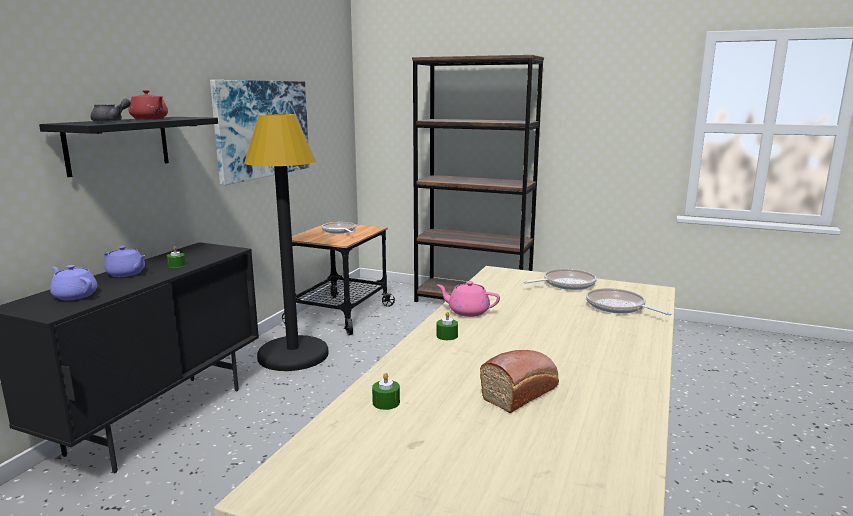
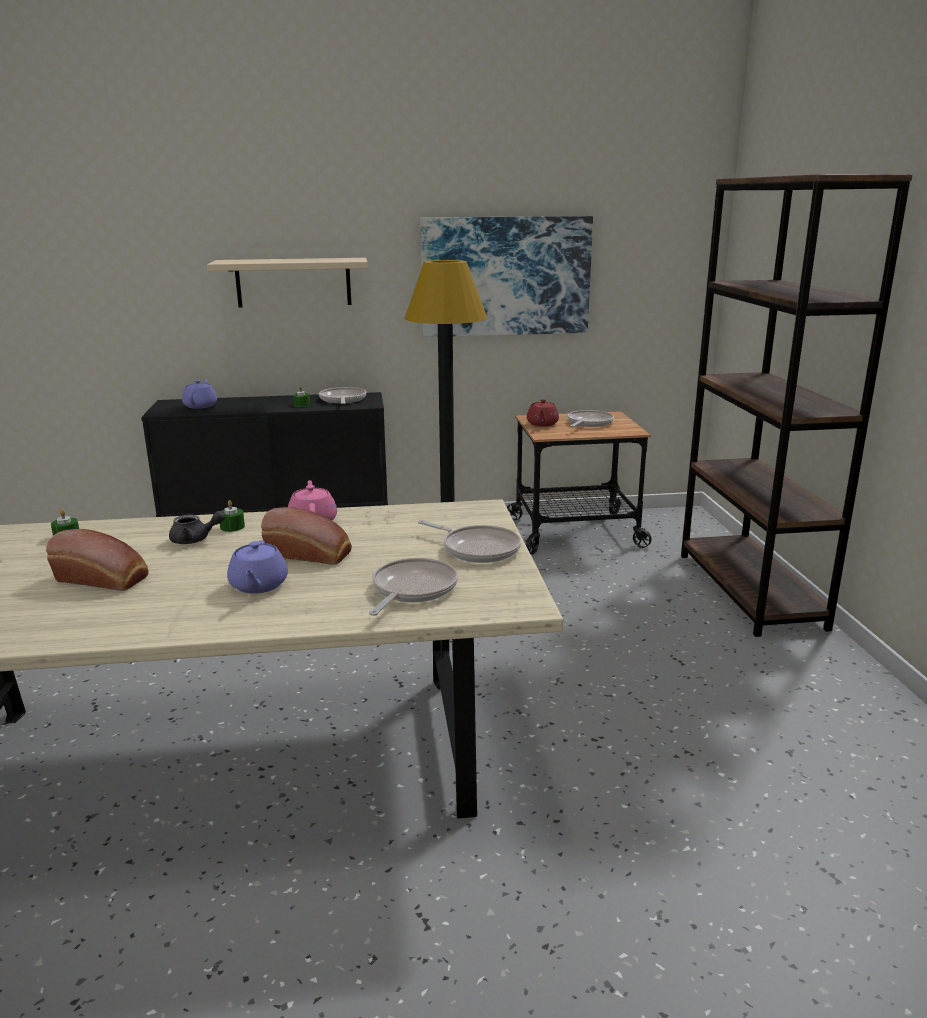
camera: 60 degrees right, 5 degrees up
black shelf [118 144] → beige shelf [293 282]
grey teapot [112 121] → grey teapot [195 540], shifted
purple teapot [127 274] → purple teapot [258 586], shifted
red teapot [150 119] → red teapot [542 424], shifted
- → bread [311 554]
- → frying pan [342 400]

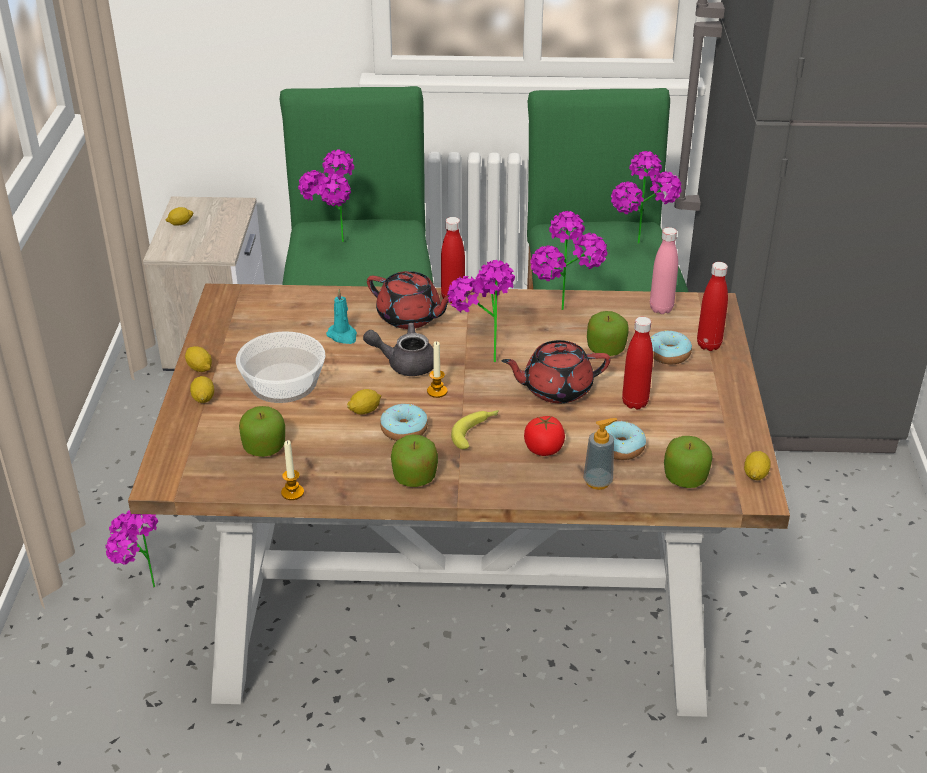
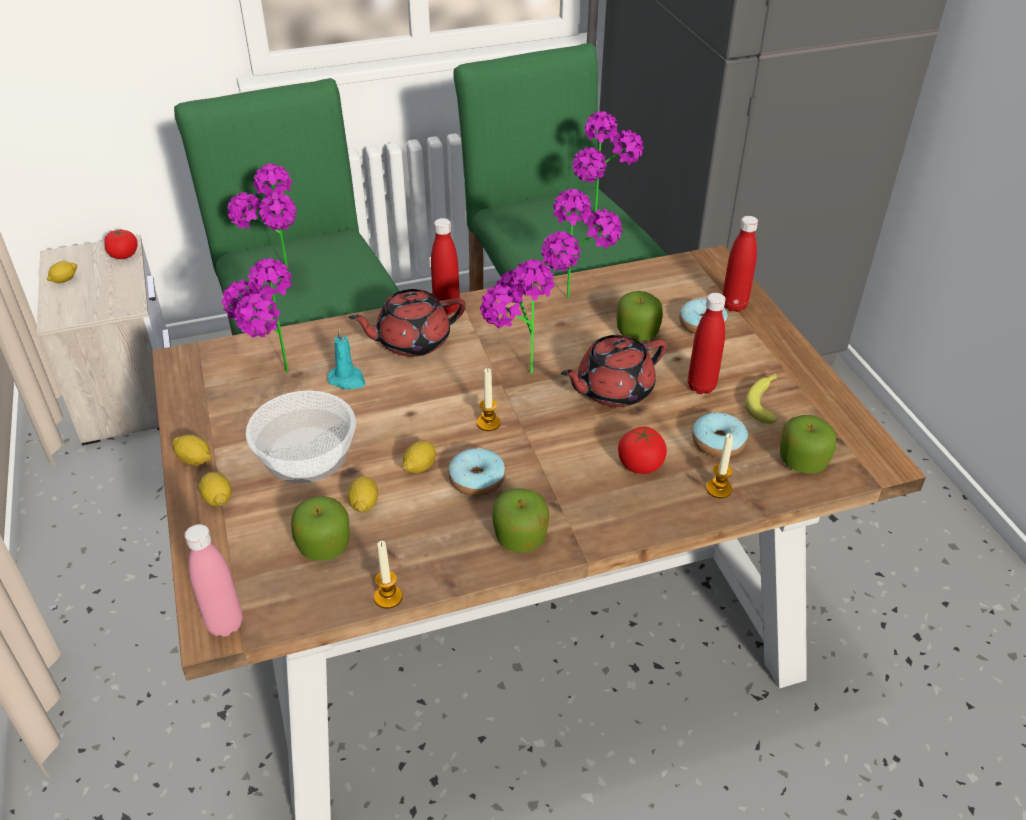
camera: 20 degrees left, 5 degrees up
potted plant [140 589] → potted plant [272 378], shifted
grey teapot [405 363] → -
red teapot [410 317] → red teapot [412 341], 150 degrees clockwise
banana [476 432] → banana [766 401], shifted
soap dispenser [598 481] → candle [718 489]
pink bottle [661 308] → pink bottle [225 624], shifted
lemon [755 475] → lemon [364 504], shifted
- → tomato [124 255]

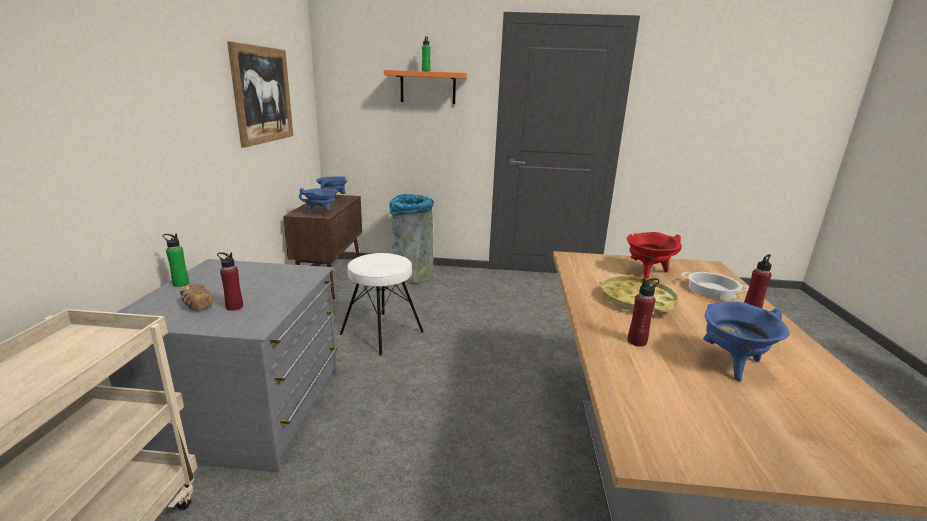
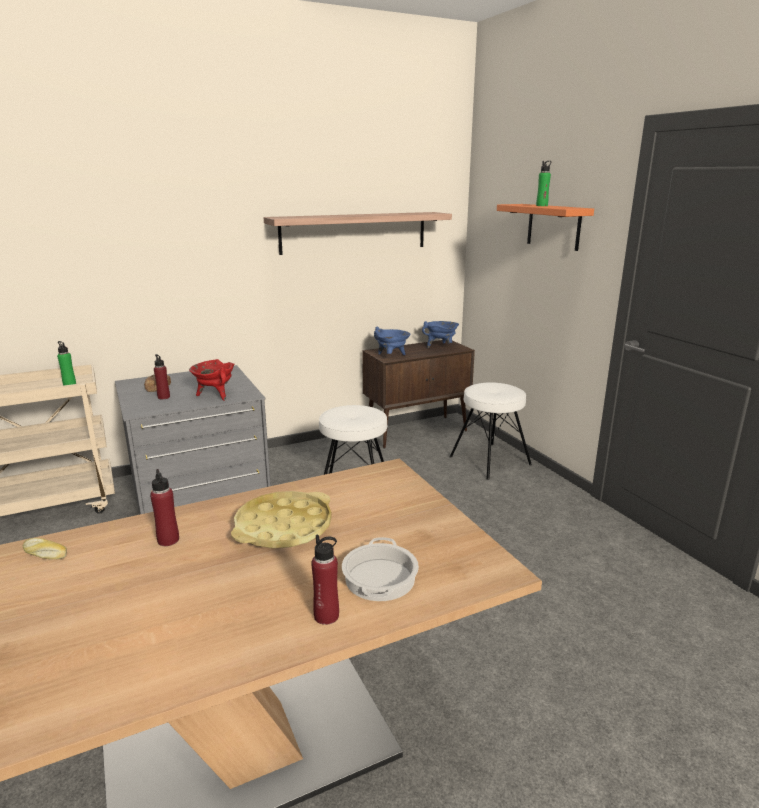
camera: 60 degrees right, 0 degrees up
green bottle [181 284] → green bottle [69 384], shifted
picture [263 95] → shelf [354 232]
grey trash can [412 275] → white stool [490 461]
red cooking pot [647 273] → red cooking pot [215 395], shifted
blue cooking pot [732 364] → -
- → bread [44 554]

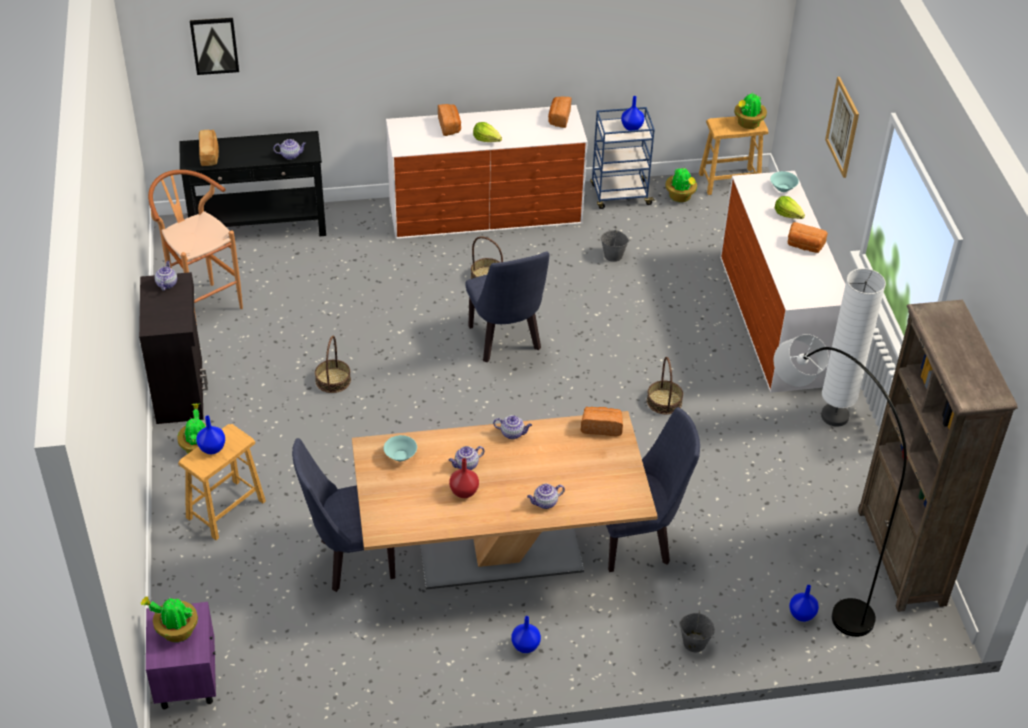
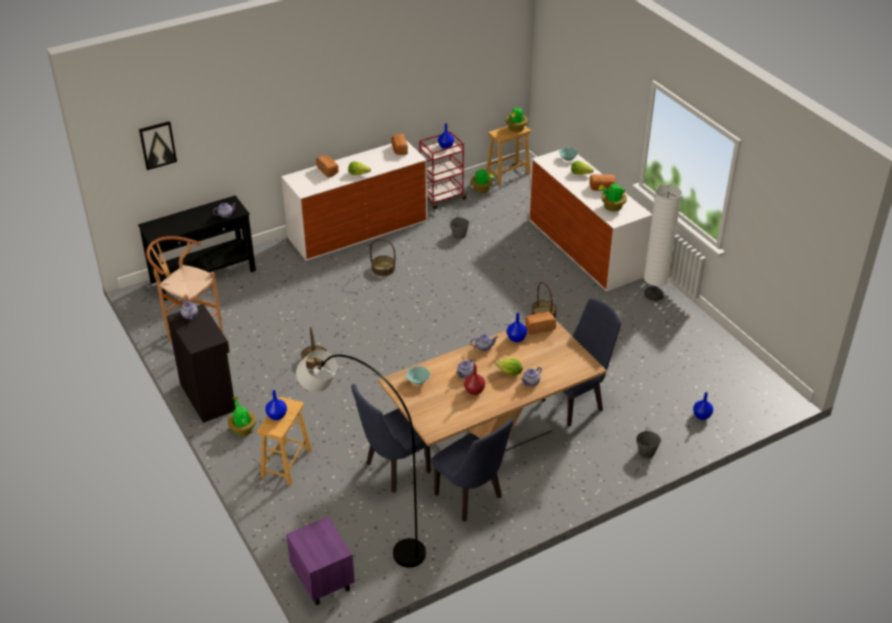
camera: 20 degrees left, 5 degrees down
potted plant [175 630] → potted plant [612 207], shifted
bread [209 155] → -
blue chair [506 342] → blue chair [471 499], shifted
blue vase [525 646] → blue vase [516 338], shifted
blue cart [619 195] → red cart [442 198]
grey floor lamp [805 563] → grey floor lamp [364 523], shifted
picture [842 127] → -
brown bookcase [901 558] → -
- → lettuce [509 373]

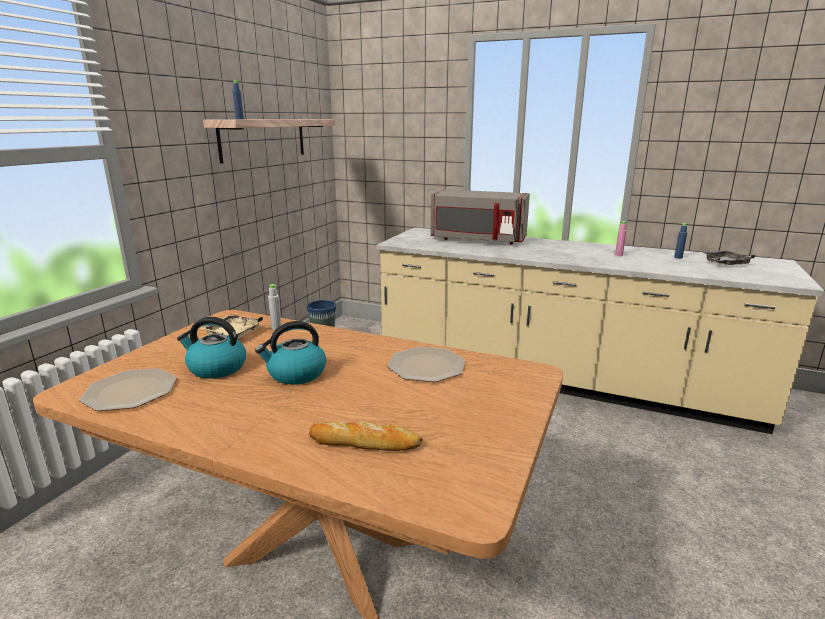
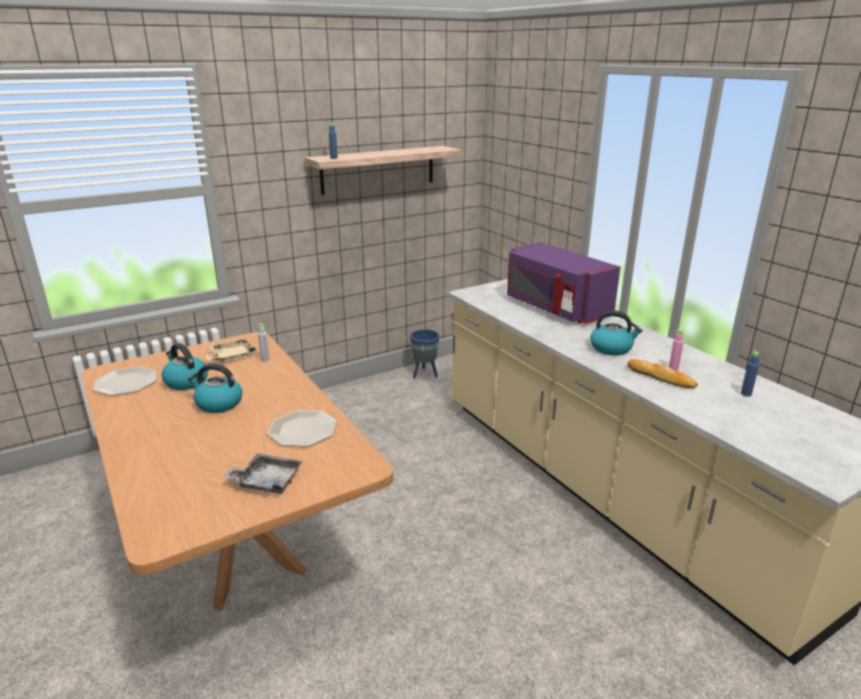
camera: 35 degrees right, 5 degrees up
bread [365 442] → bread [660 377], shifted
grey microwave [477 240] → purple microwave [555 308]
grey tray [724 264] → grey tray [267 481], shifted
- → kettle [611 348]

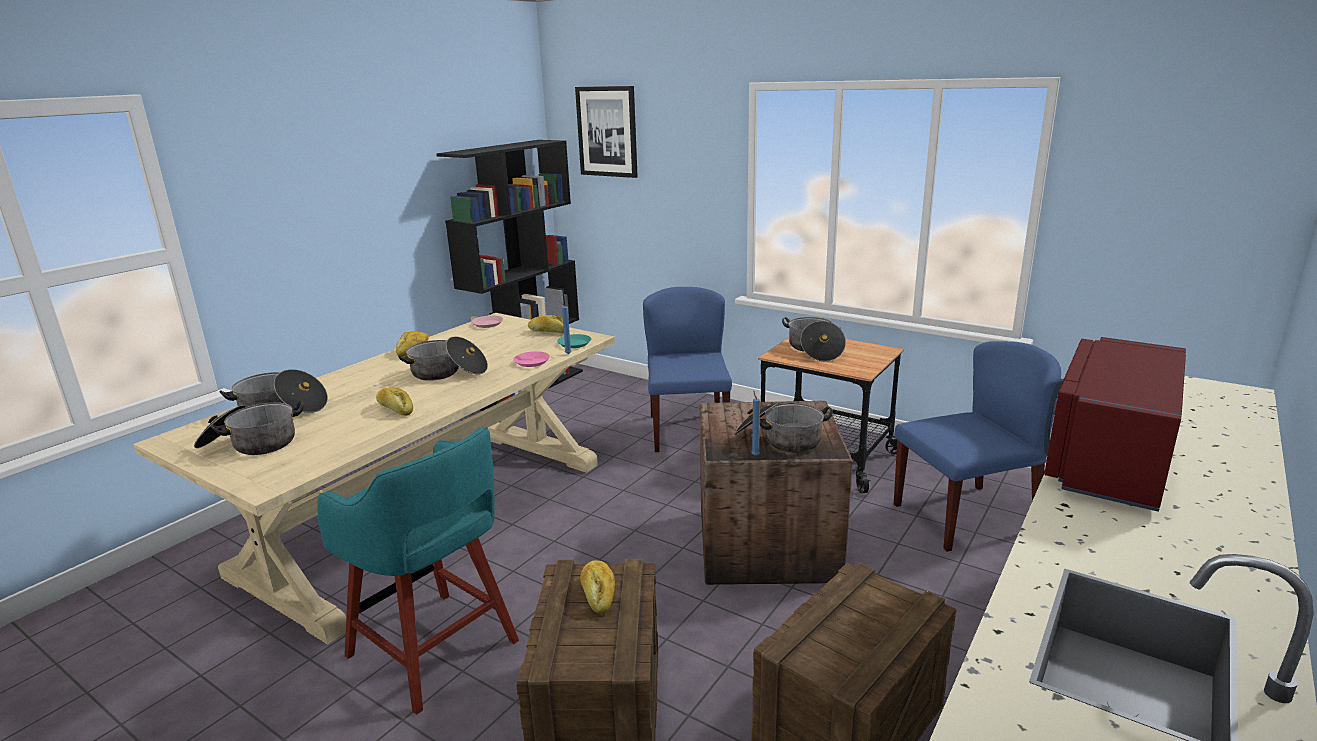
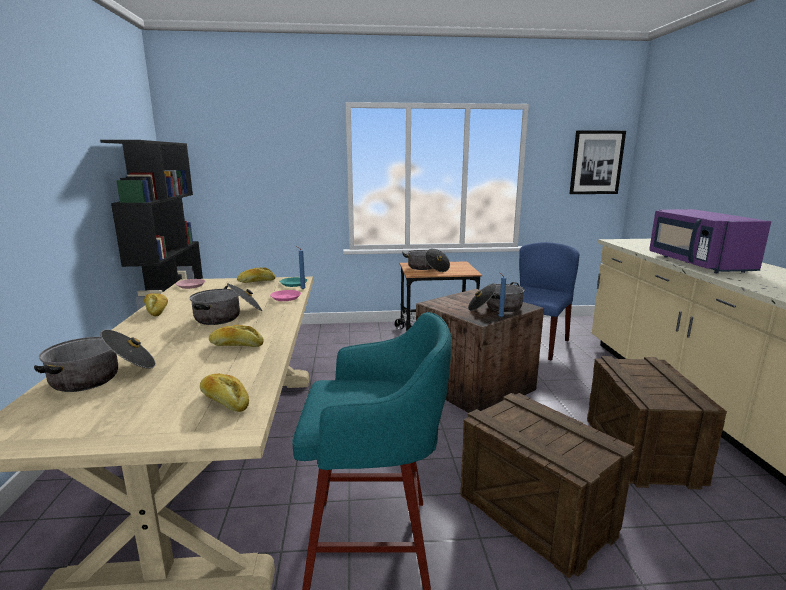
camera: 40 degrees left, 5 degrees down
cooking pot [251 444] → -
picture [607 131] → picture [596 162], shifted
bread [598 593] → bread [225 401], shifted
blue chair [687 431] → -
red microwave [1107 461] → purple microwave [696 263]

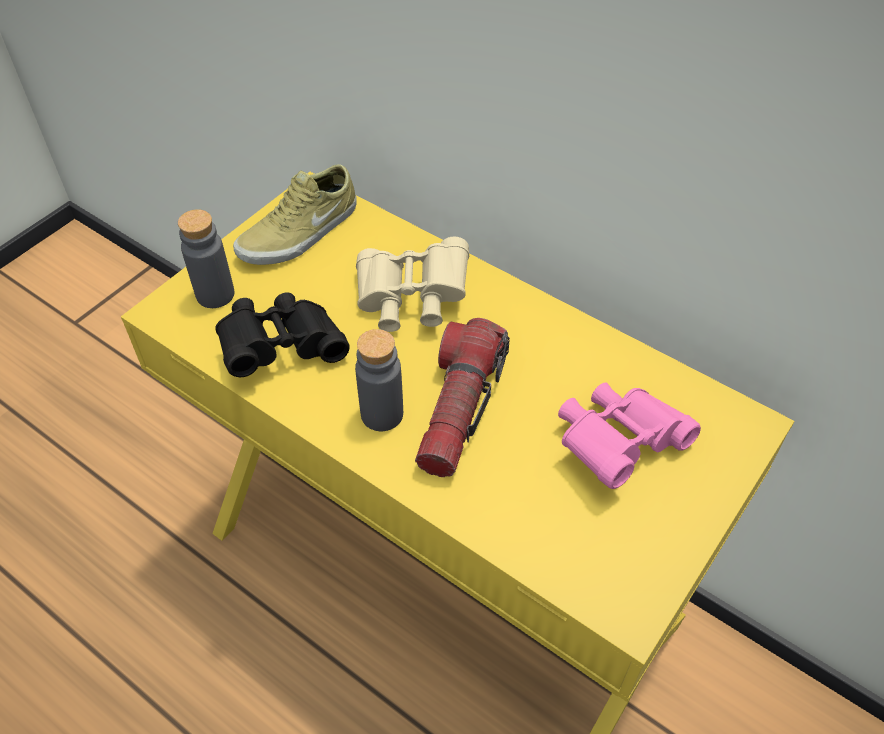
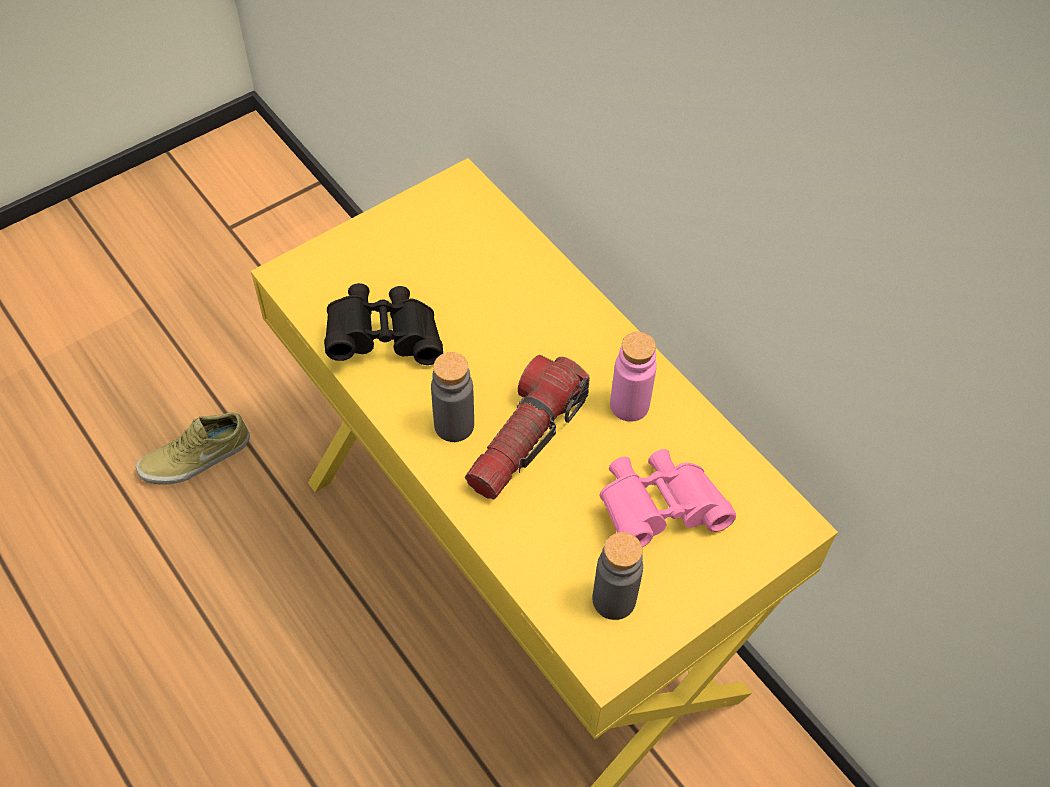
camera: 15 degrees right, 5 degrees up
grey bottle [215 294] → grey bottle [614 600], shifted
beige shoe [300 233] → beige shoe [196 458], shifted
beige binoculars [411 300] → -
- → pink bottle [629 405]

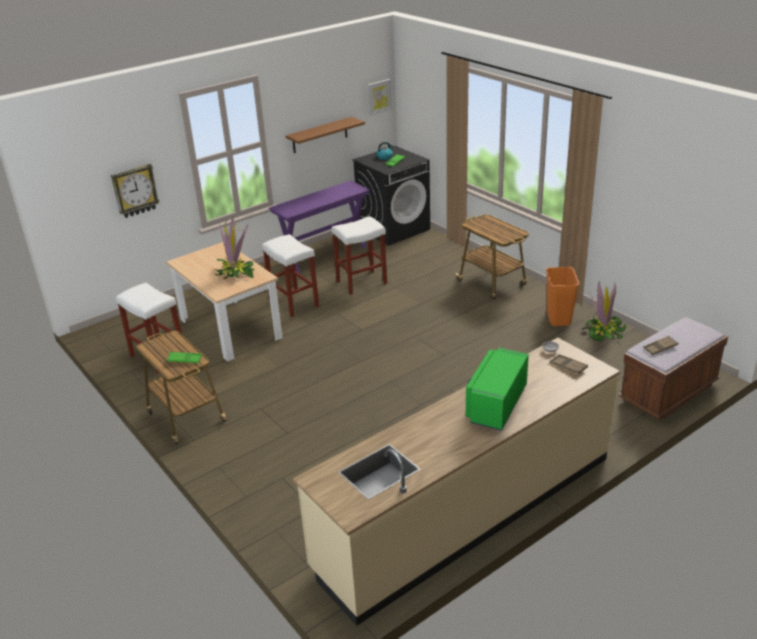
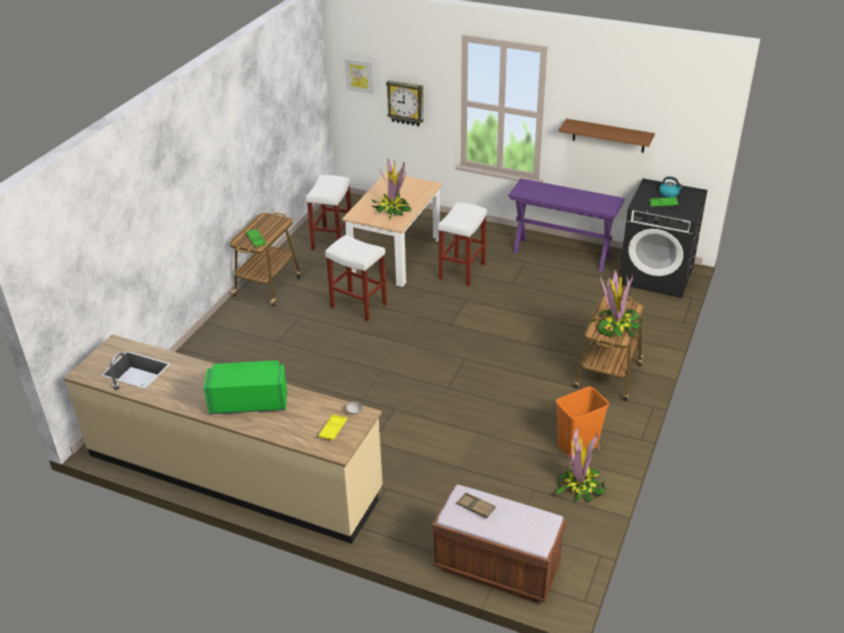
camera: 60 degrees right, 5 degrees up
white stool [361 283] → white stool [358 305], shifted
picture [379 97] → picture [359 75], shifted
brown tray [568 366] → yellow tray [333 429]
- → potted plant [616 326]

